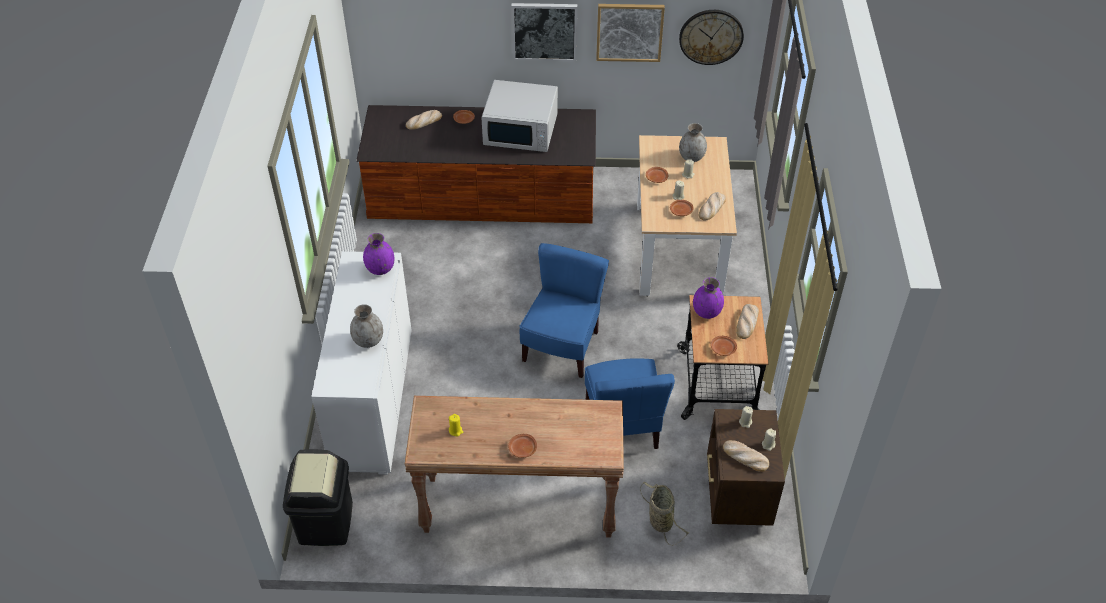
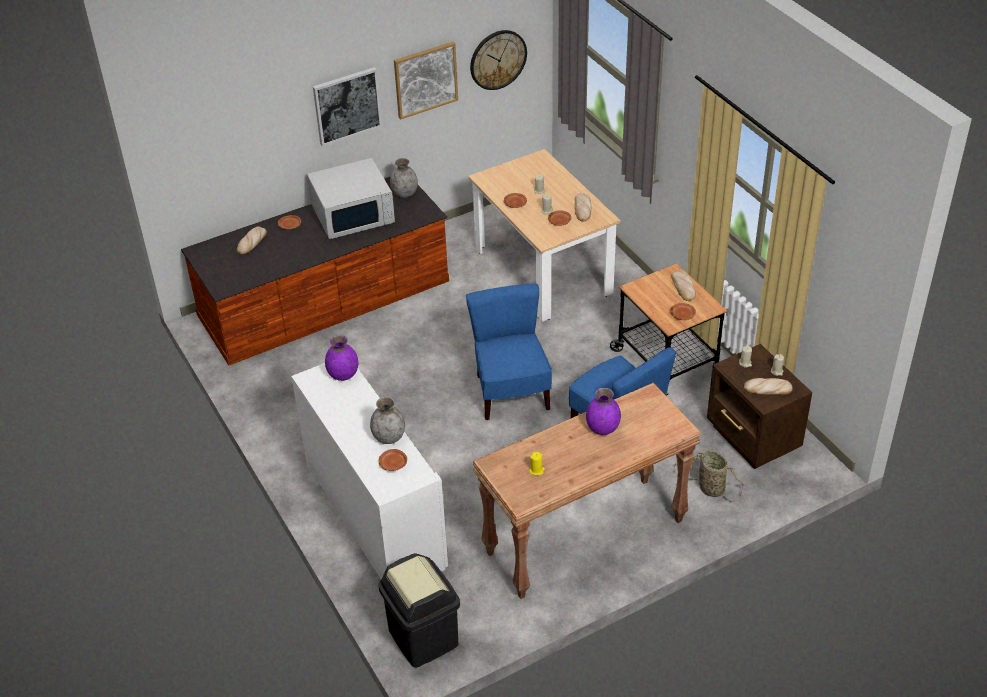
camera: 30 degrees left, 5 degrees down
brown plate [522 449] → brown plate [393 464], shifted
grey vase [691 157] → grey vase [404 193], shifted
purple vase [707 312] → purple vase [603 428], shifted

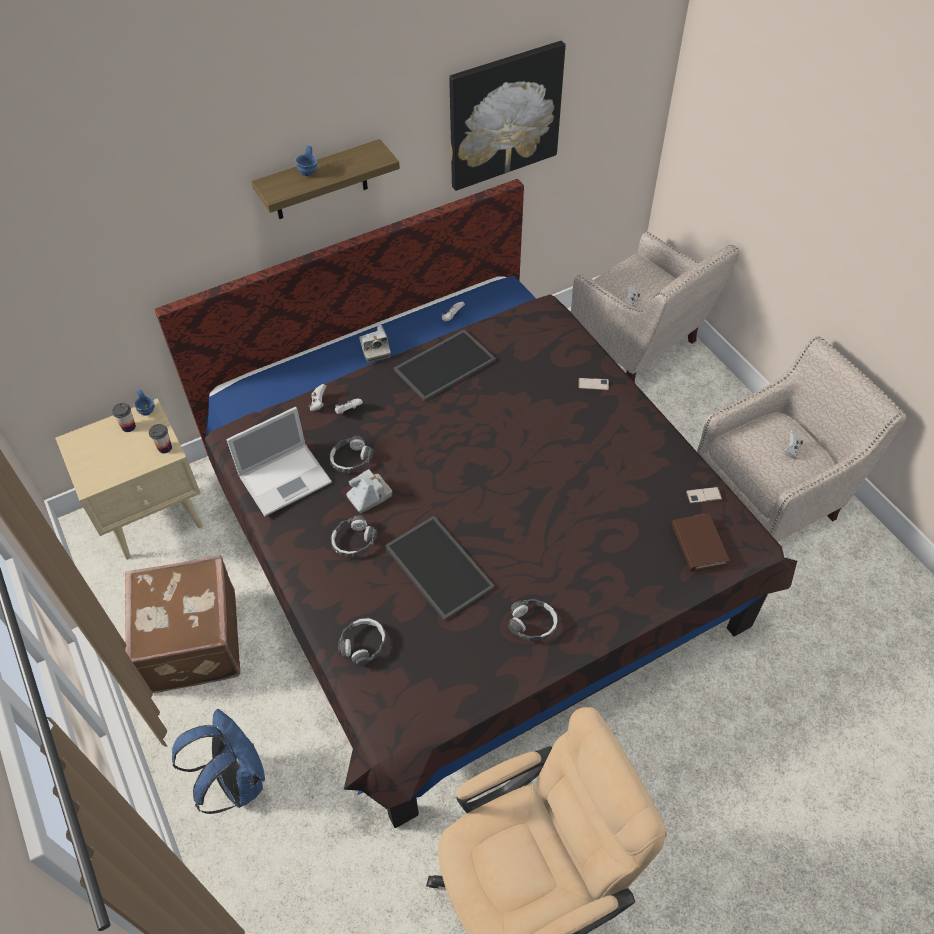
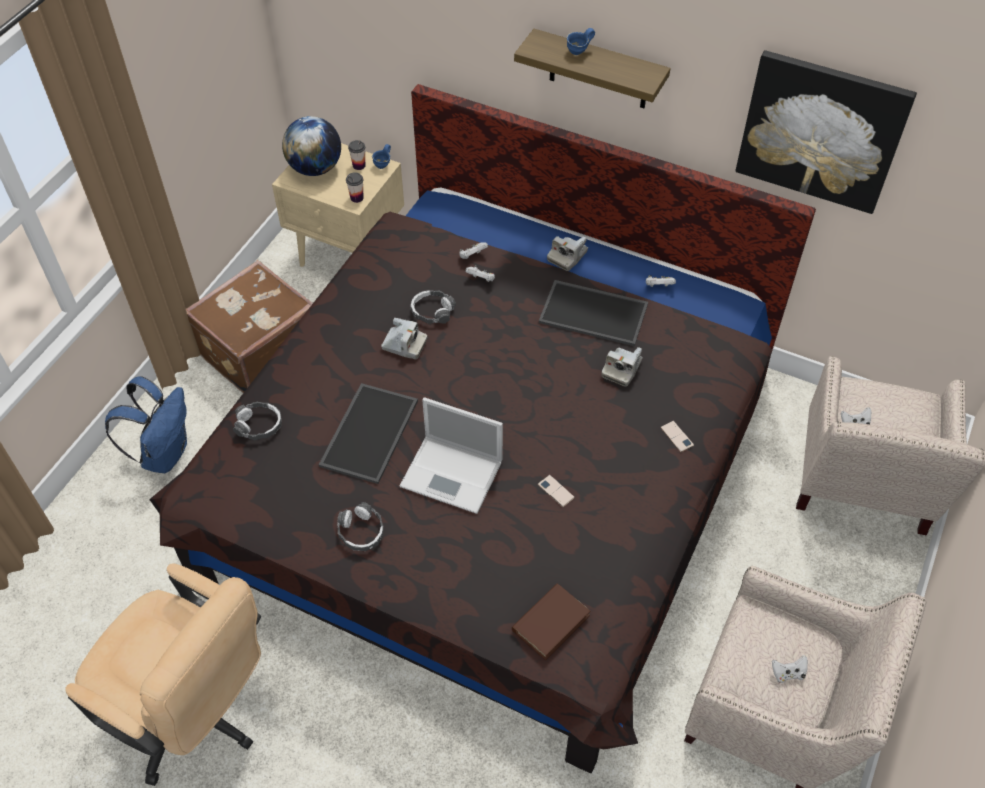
camera: 55 degrees right, 0 degrees up
laptop [286 478] → laptop [453 474], shifted
headphones [353 541] → -
phone [703 495] → phone [556 491], shifted
- → globe [315 168]
- → photo camera [621 369]

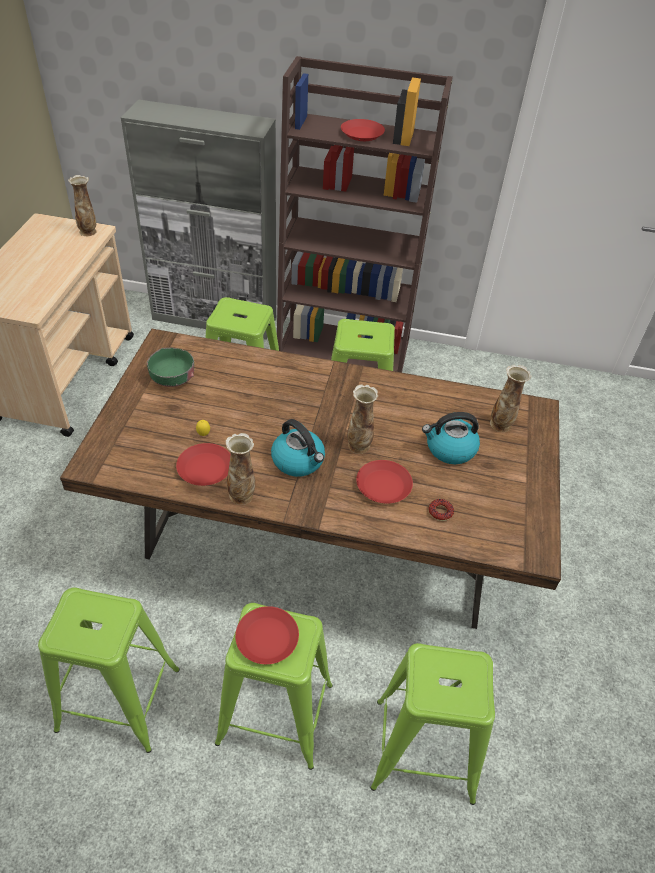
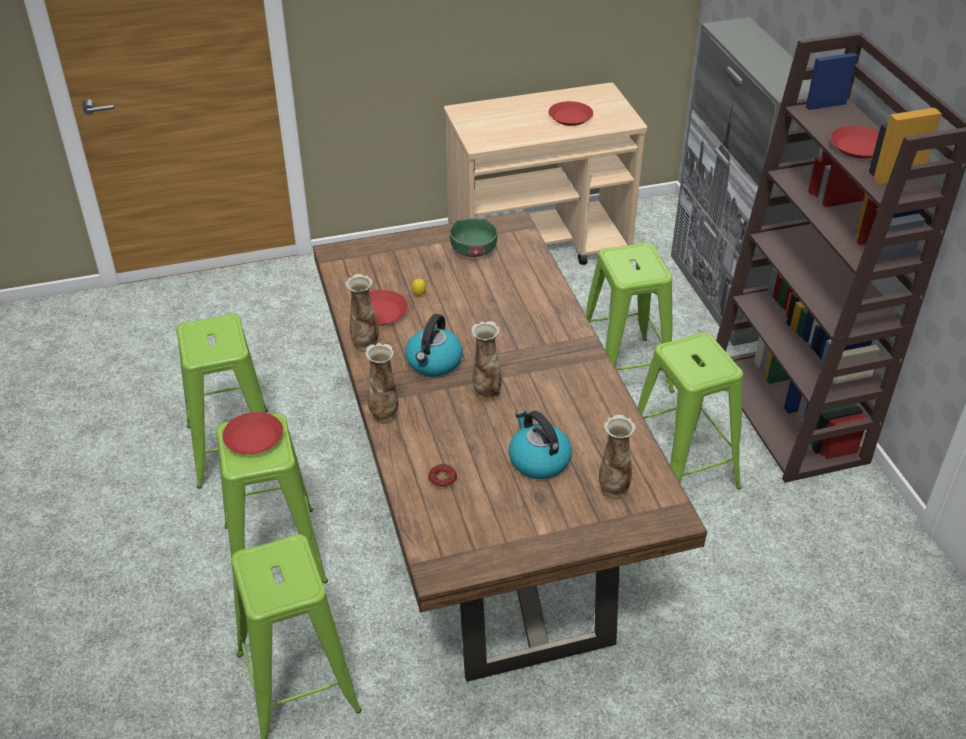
camera: 65 degrees right, 5 degrees down
vase [88 232] → vase [384 416], shifted
red plate [383 486] → red plate [570 117], shifted

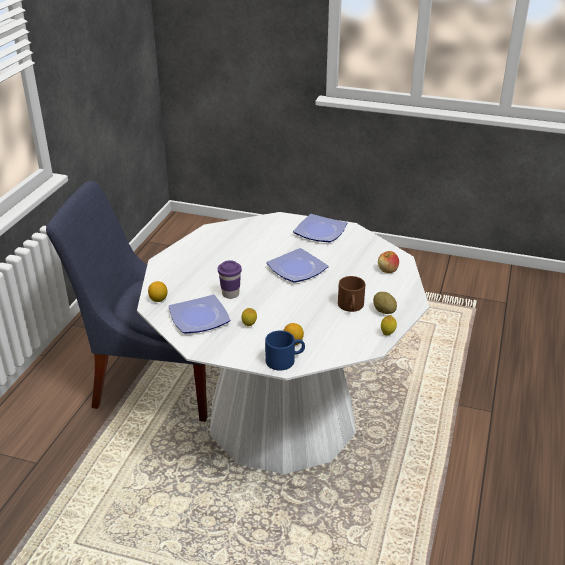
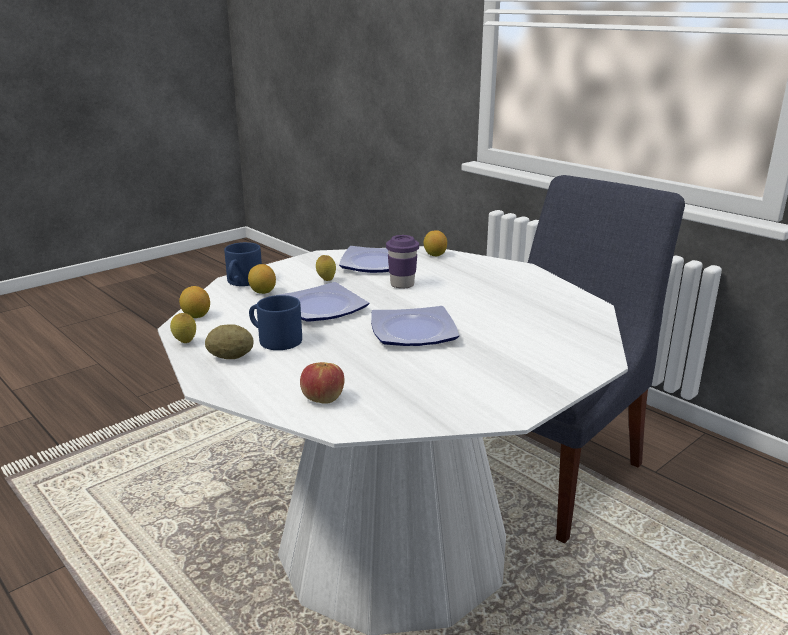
camera: 120 degrees right, 10 degrees down
plate [319 231] → plate [323 308], shifted
brown mug [351 307] → blue mug [274 340]
- → lemon [196 316]

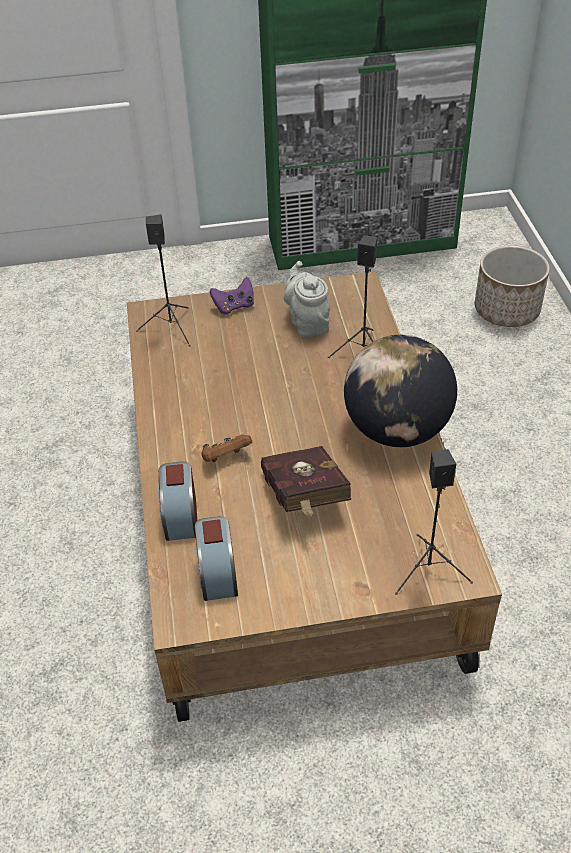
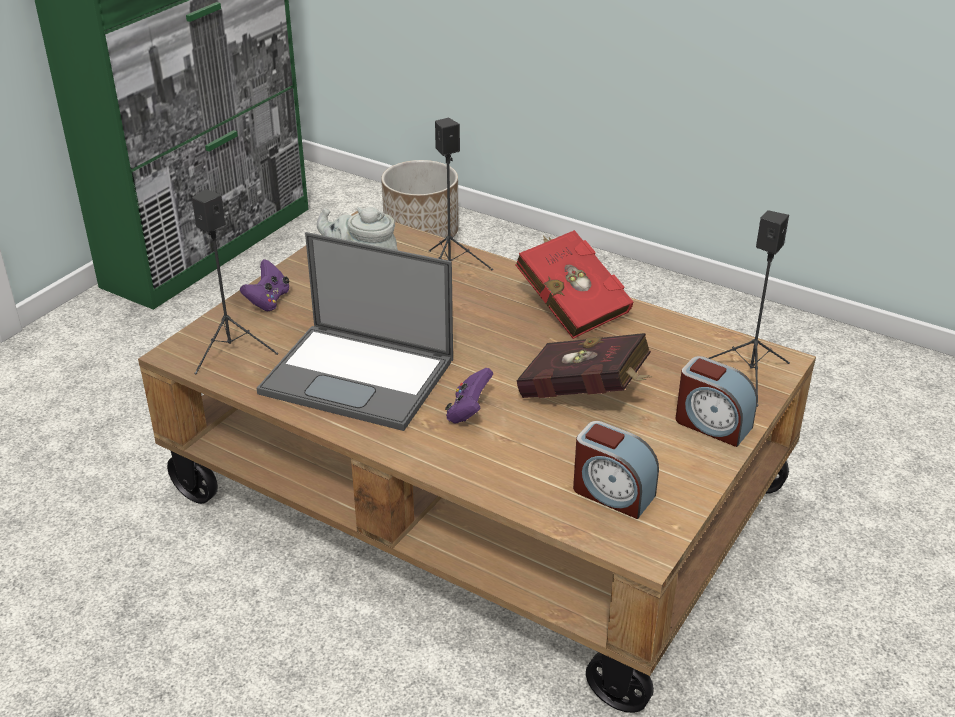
camera: 50 degrees left, 10 degrees down
alarm clock [180 516] → alarm clock [712 424], shifted
brown game controller [225 458] → purple game controller [468 411]
globe [396 429] → red book [570 305]
- → laptop [360 376]

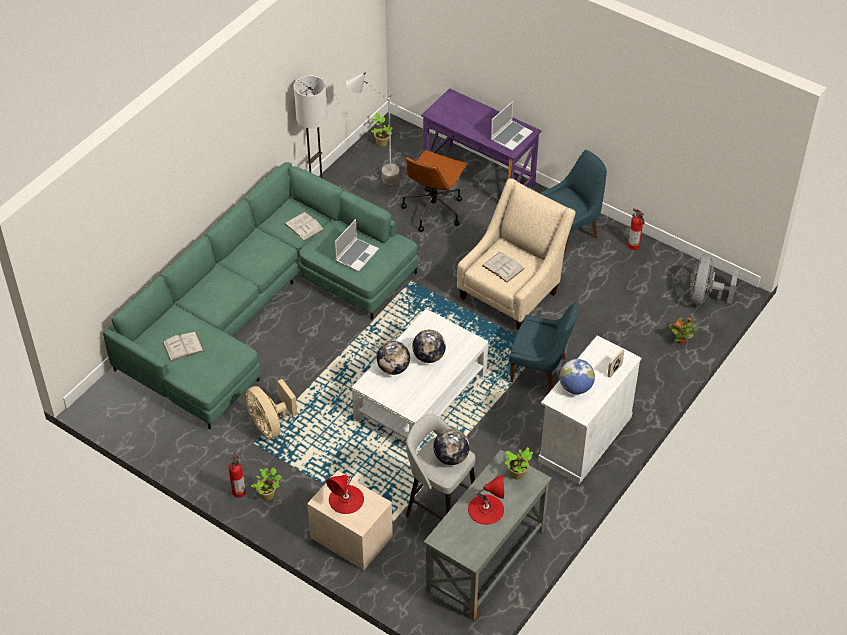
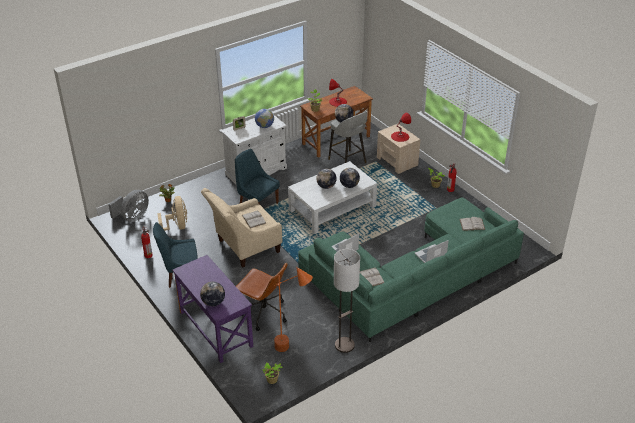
camera: 160 degrees left, 10 degrees down
beige fan [270 425] → beige fan [177 227], shifted
grey floor lamp [375 178] → orange floor lamp [293 349]
brown office chair [433 210] → brown office chair [263 313], 75 degrees clockwise
grey desk [486 561] → brown desk [336 140]
laptop [511 136] → laptop [430 255], shifted
- → globe [213 302]

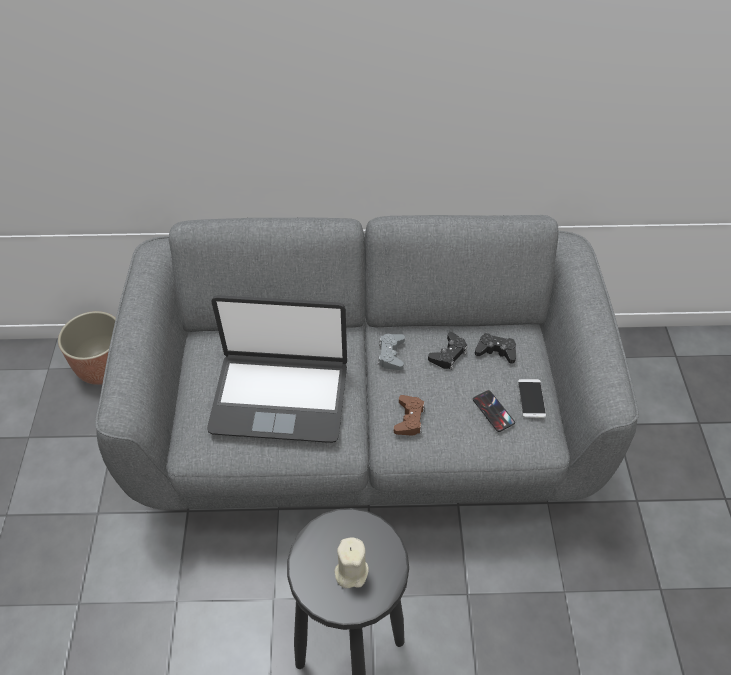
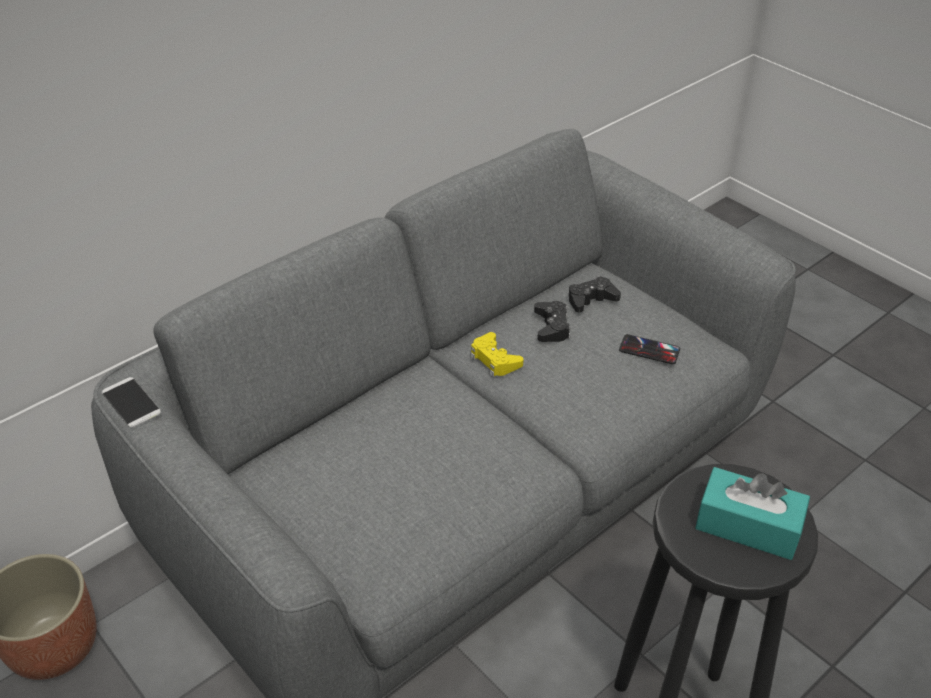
camera: 40 degrees left, 10 degrees down
laptop [280 396] → -
beige candle [351 571] → turquoise tissue box [748 526]
grey game controller [391 354] → yellow game controller [494 360]
brown game controller [409 419] → -
phone [531 398] → phone [131 403], shifted

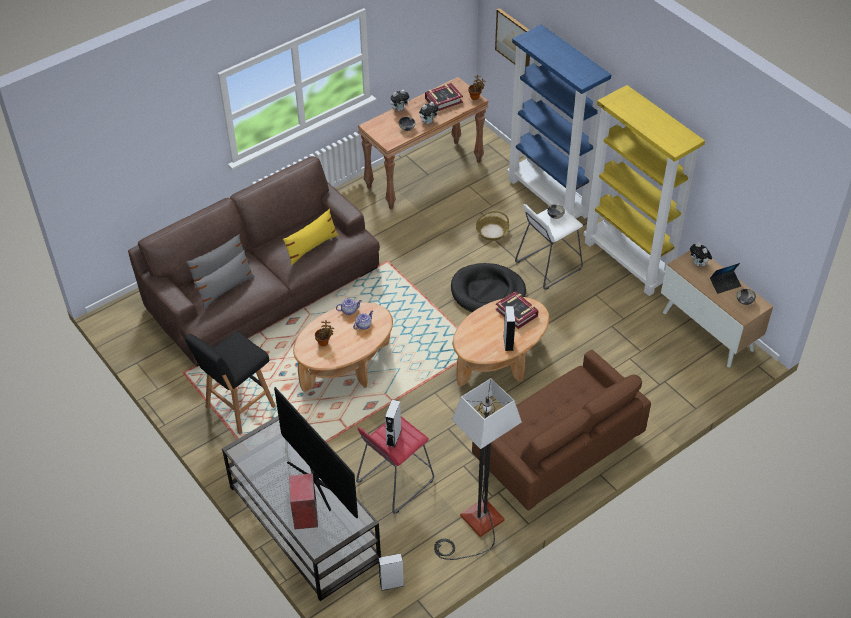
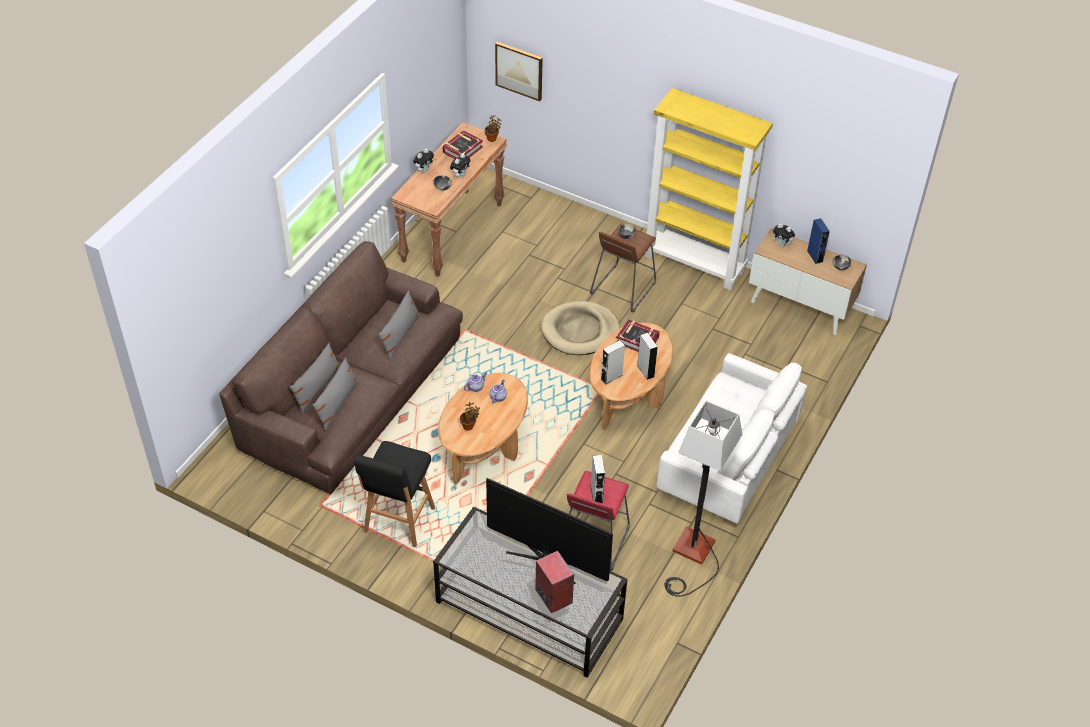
camera: 25 degrees left, 0 degrees up
yellow pillow [311 247] → grey pillow [400 335]
grey speaker [391 584] → grey speaker [611 377], shifted
black dog bed [488 292] → beige dog bed [580 331]
brown sofa [557 451] → white sofa [727 461]
basket [492 231] → -
blue bookcase [549 198] → -
white stool [548 266] → brown stool [623 289]
laptop [725 284] → blue speaker [815 256]

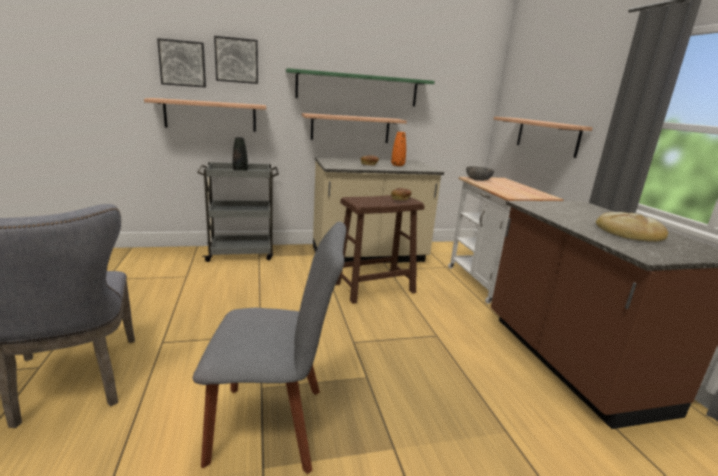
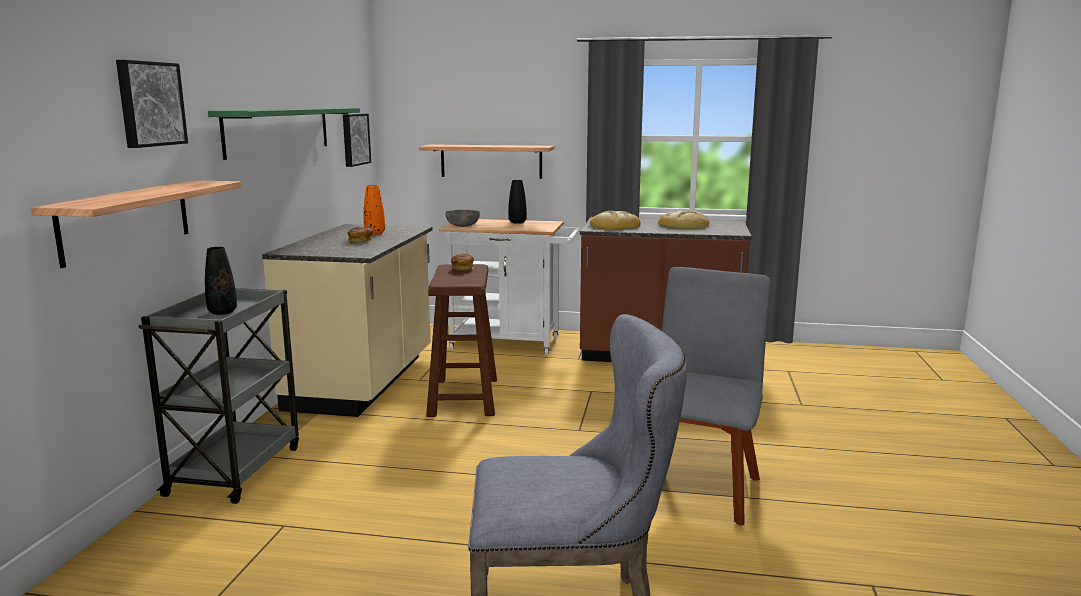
camera: 65 degrees left, 5 degrees down
picture [182 63] → picture [354 139], shifted
shelf [350 128] → -
- → black vase [517 222]
- → bread [614 226]

